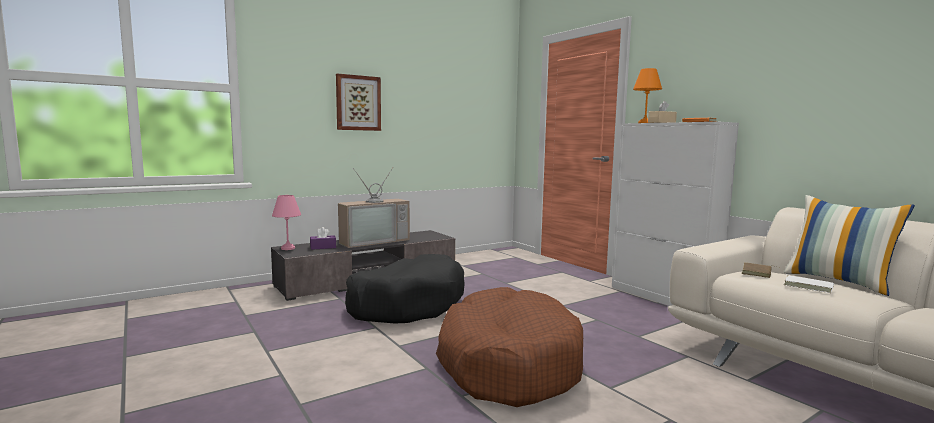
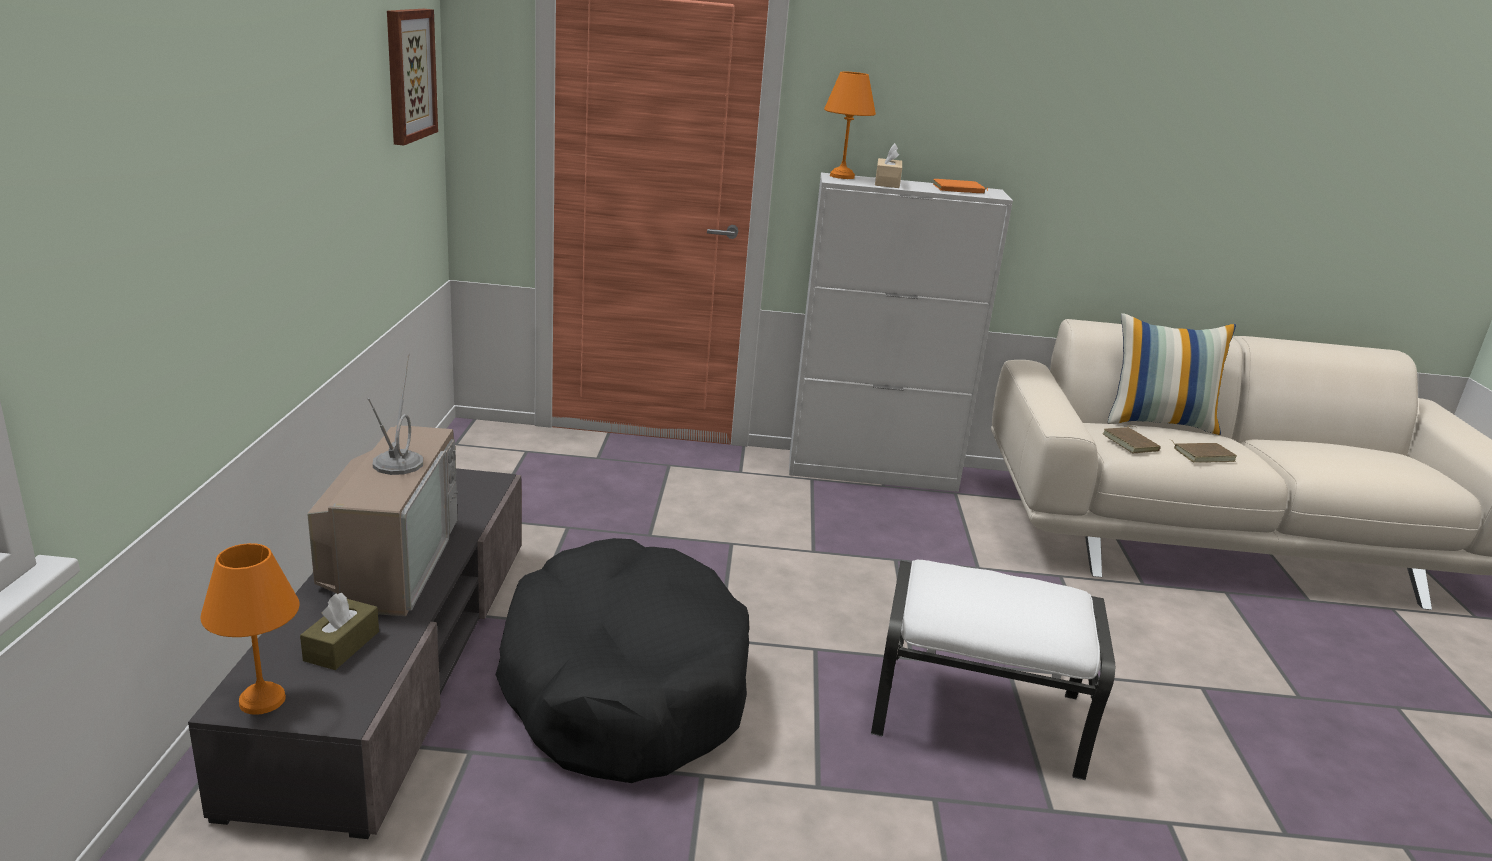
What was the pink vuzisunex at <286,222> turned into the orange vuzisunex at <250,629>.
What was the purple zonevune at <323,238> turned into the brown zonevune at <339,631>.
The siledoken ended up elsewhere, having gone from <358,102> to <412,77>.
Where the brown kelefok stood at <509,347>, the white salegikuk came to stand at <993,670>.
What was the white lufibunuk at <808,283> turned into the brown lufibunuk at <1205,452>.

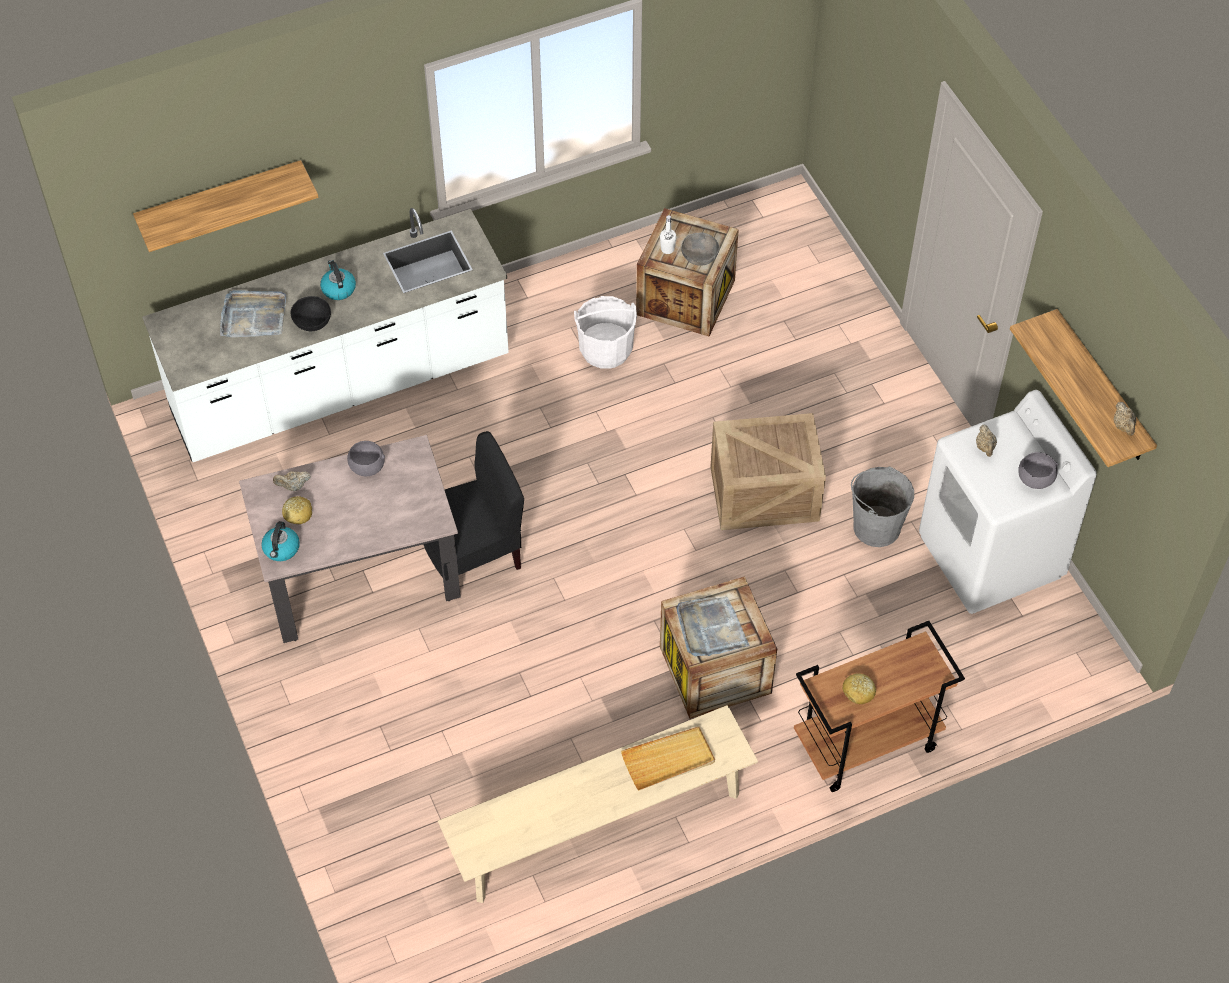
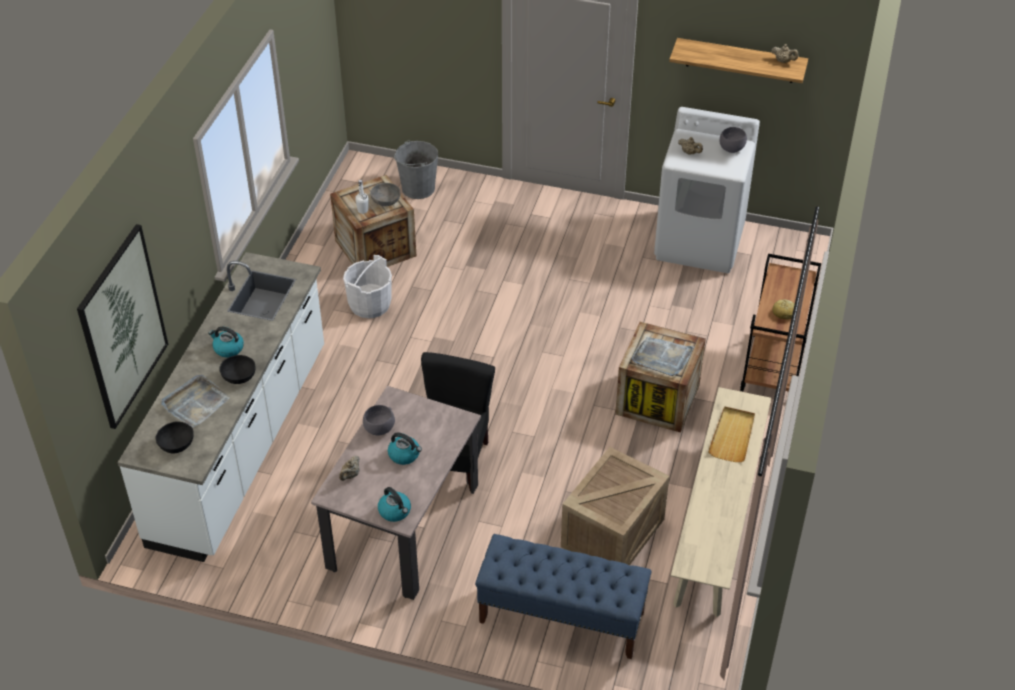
Where the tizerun hung at <226,206>, the siledoken came to hang at <122,326>.
The second view lost the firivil at <297,510>.
The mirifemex ended up elsewhere, having gone from <768,471> to <615,506>.
The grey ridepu ended up elsewhere, having gone from <882,507> to <416,169>.
The second view gained the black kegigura at <174,437>.
The second view gained the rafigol at <405,448>.
The second view gained the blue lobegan at <563,596>.

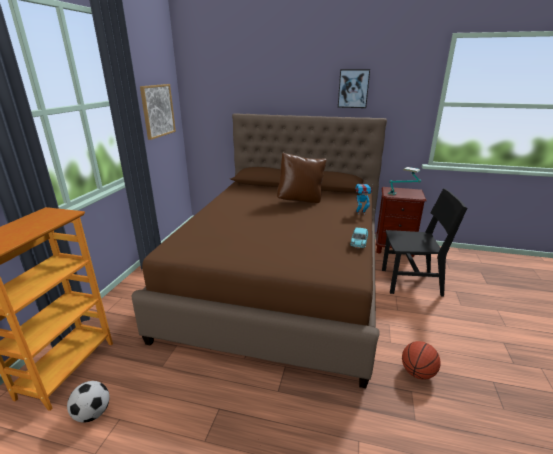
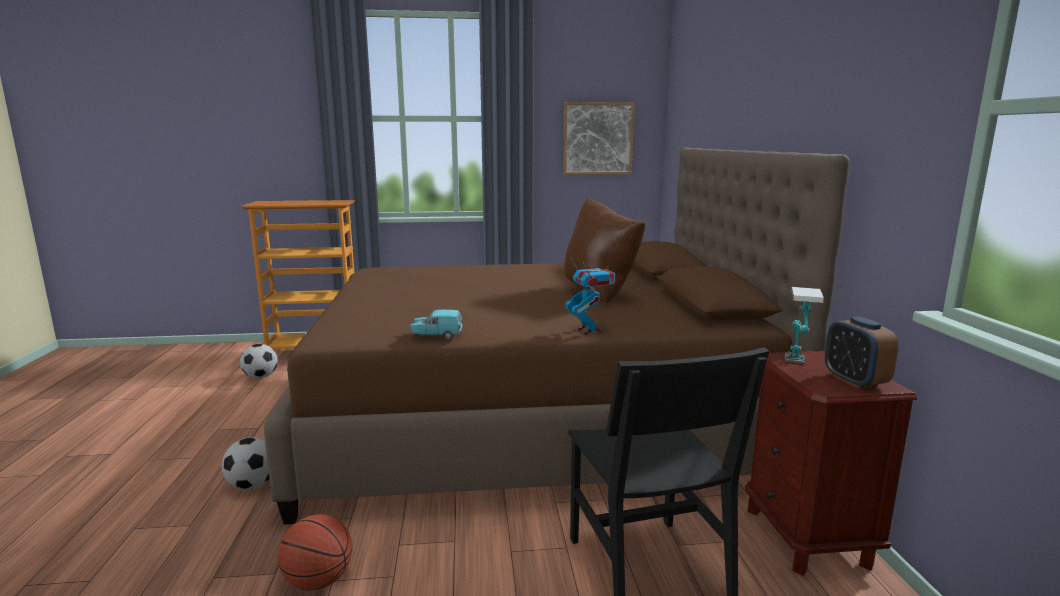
The second view lost the siledoken at <354,88>.
The second view gained the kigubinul at <246,463>.
The second view gained the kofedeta at <861,352>.

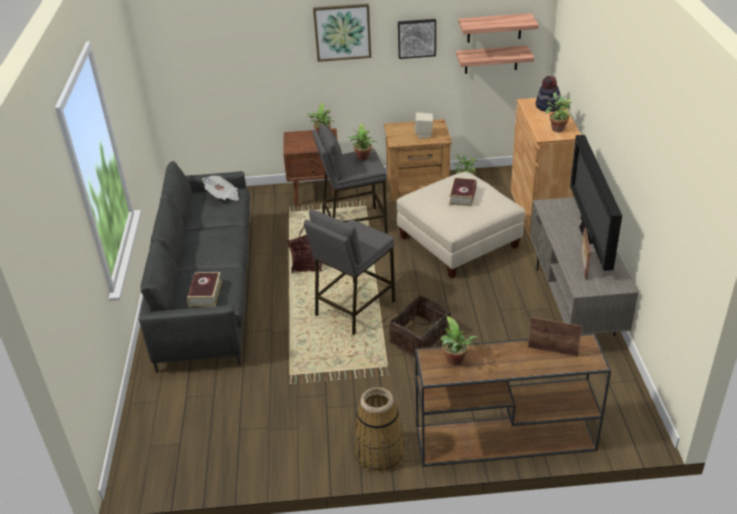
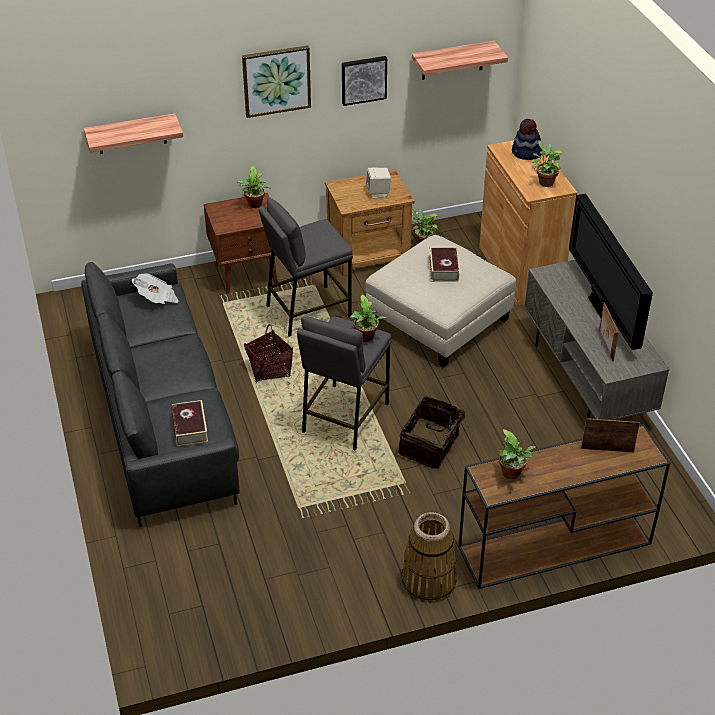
The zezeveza ended up elsewhere, having gone from <362,142> to <368,318>.
The tizerun ended up elsewhere, having gone from <495,59> to <133,133>.

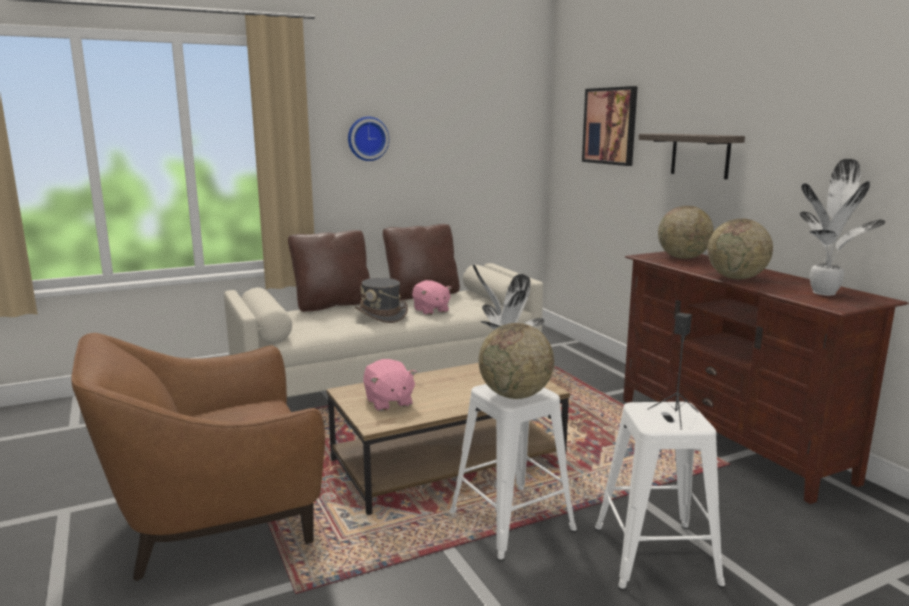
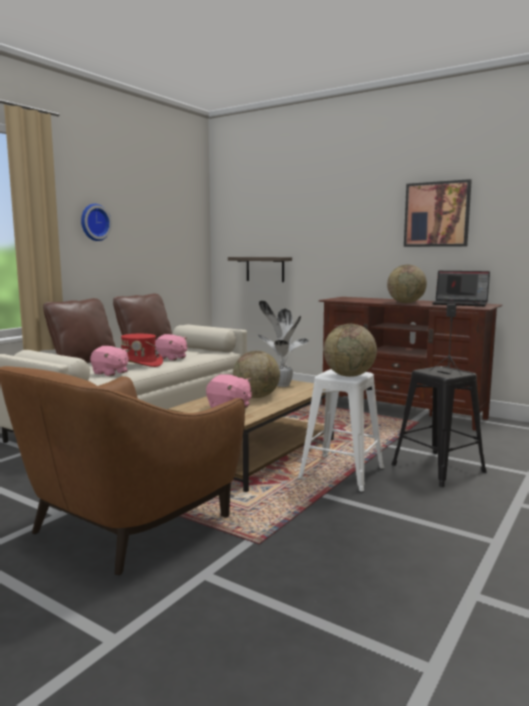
What was the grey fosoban at <381,300> turned into the red fosoban at <142,350>.
The siledoken ended up elsewhere, having gone from <610,126> to <438,213>.
What was the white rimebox at <660,496> turned into the black rimebox at <439,426>.
The tizerun ended up elsewhere, having gone from <692,156> to <260,269>.
The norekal ended up elsewhere, having gone from <686,232> to <256,374>.
Where the zezeveza stood at <842,227>, the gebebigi came to stand at <461,288>.
The second view gained the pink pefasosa at <109,361>.

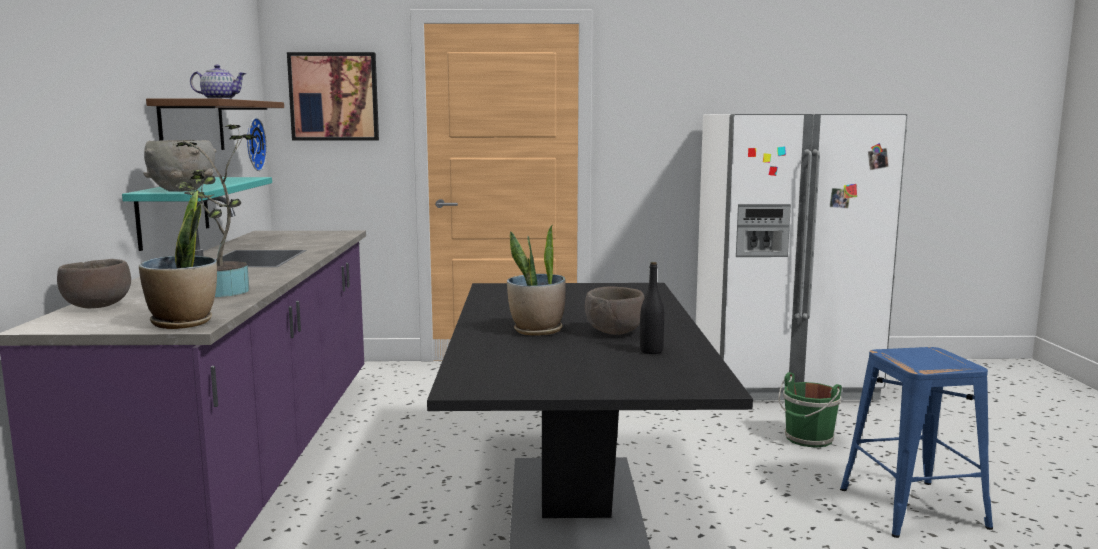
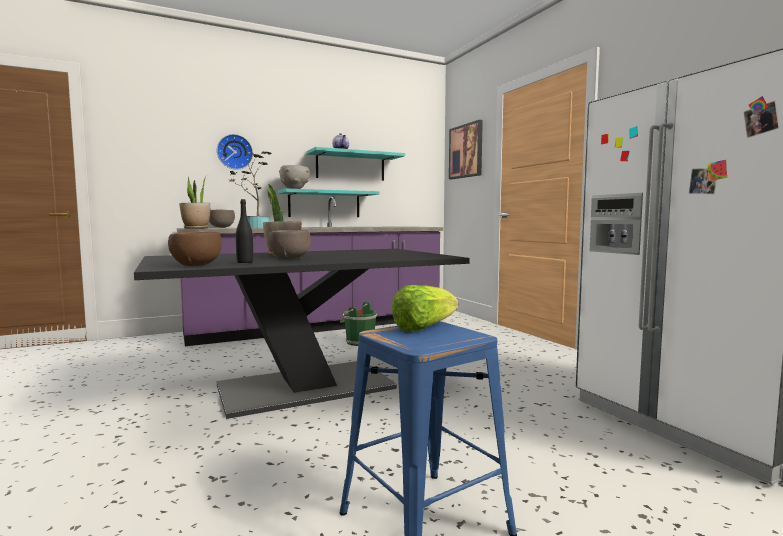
What was the brown tizerun at <215,124> turned into the turquoise tizerun at <355,164>.
The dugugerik ended up elsewhere, having gone from <257,144> to <235,152>.
The green ridepu ended up elsewhere, having gone from <810,410> to <358,324>.
The second view gained the brown kegigura at <195,249>.
The second view gained the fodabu at <425,308>.

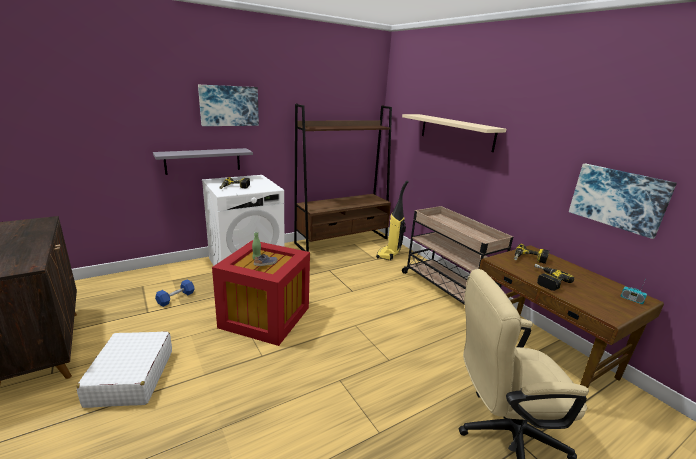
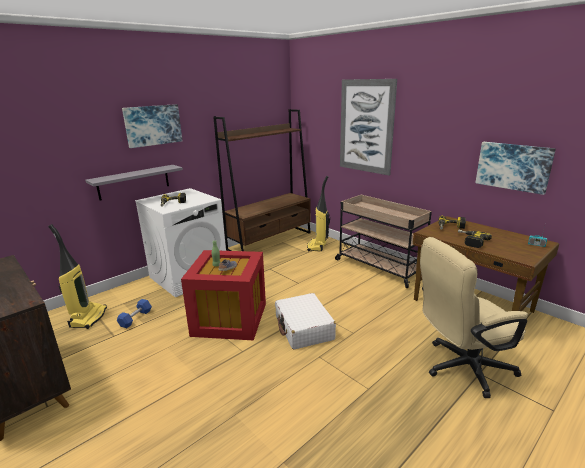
The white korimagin ended up elsewhere, having gone from <124,369> to <305,321>.
Where the beige tizerun hung at <454,133>, the siledoken came to hang at <368,127>.
The second view gained the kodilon at <77,276>.

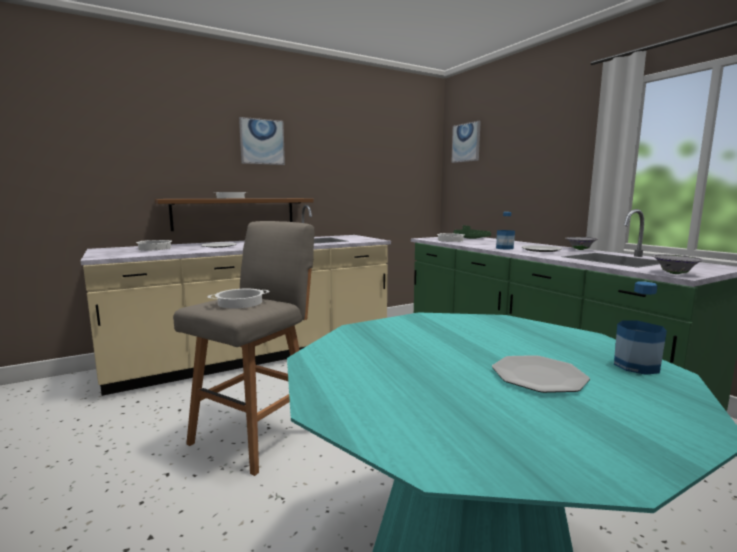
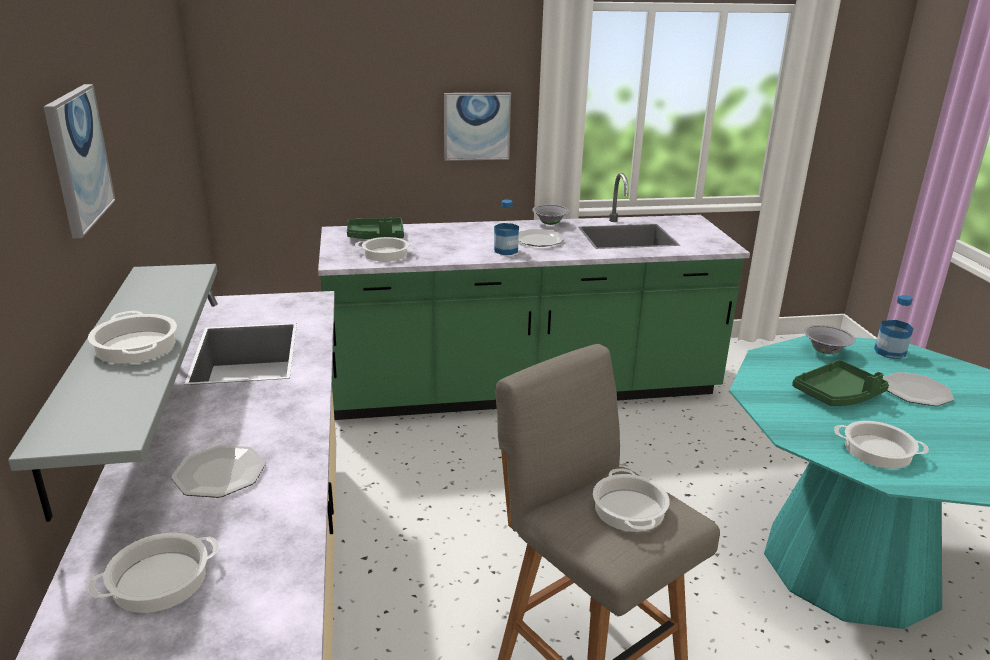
What was the brown tizerun at <234,214> turned into the grey tizerun at <112,393>.
The siledoken ended up elsewhere, having gone from <466,142> to <477,127>.
The grey kegigura ended up elsewhere, having gone from <678,264> to <830,339>.
The second view gained the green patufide at <840,383>.
The second view gained the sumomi at <881,445>.

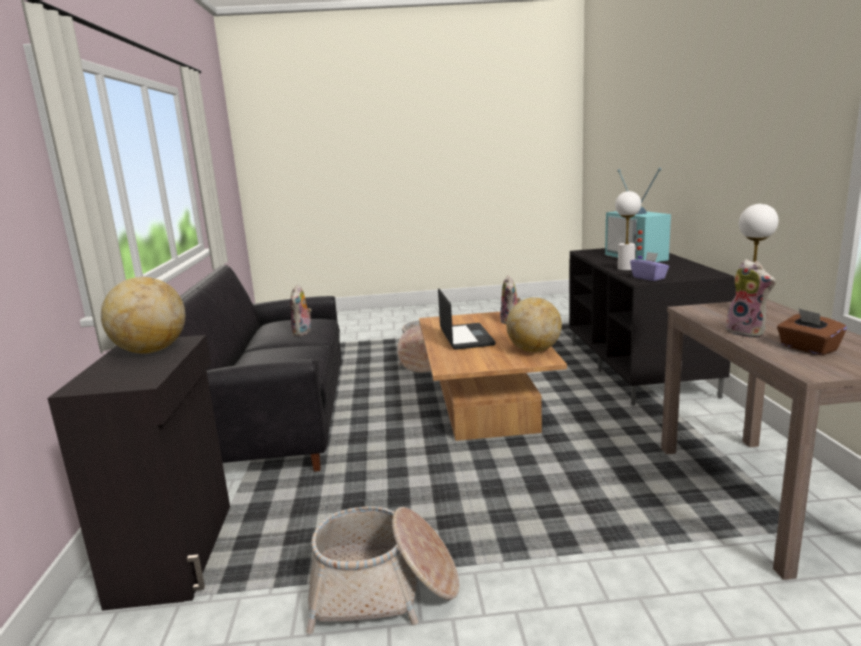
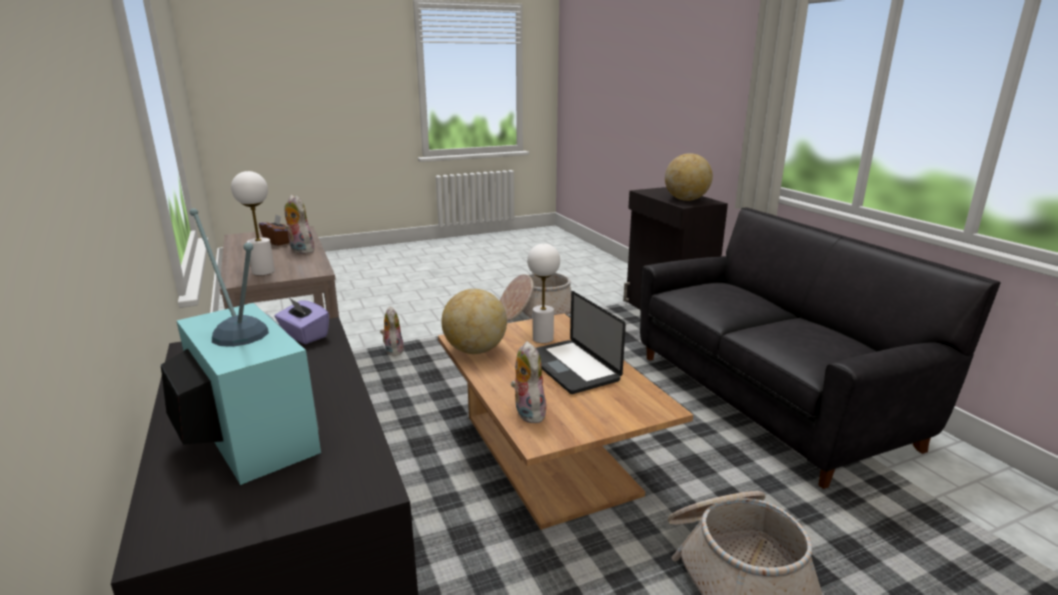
The pefasosa ended up elsewhere, having gone from <301,310> to <392,330>.
The white vuzisunex ended up elsewhere, having gone from <628,230> to <543,293>.

